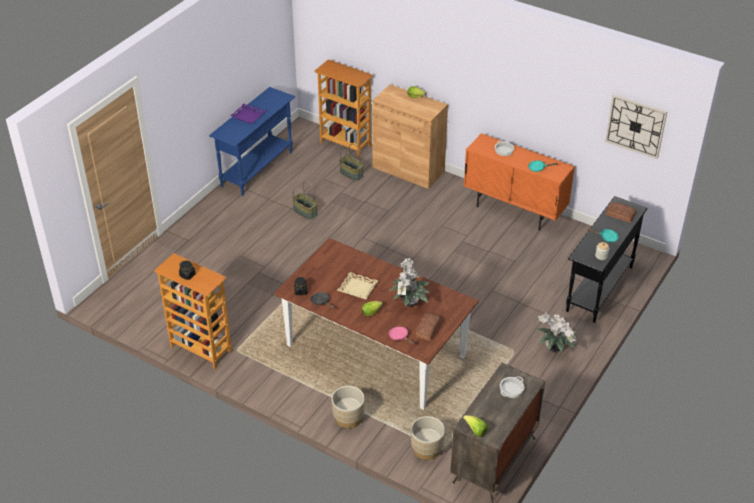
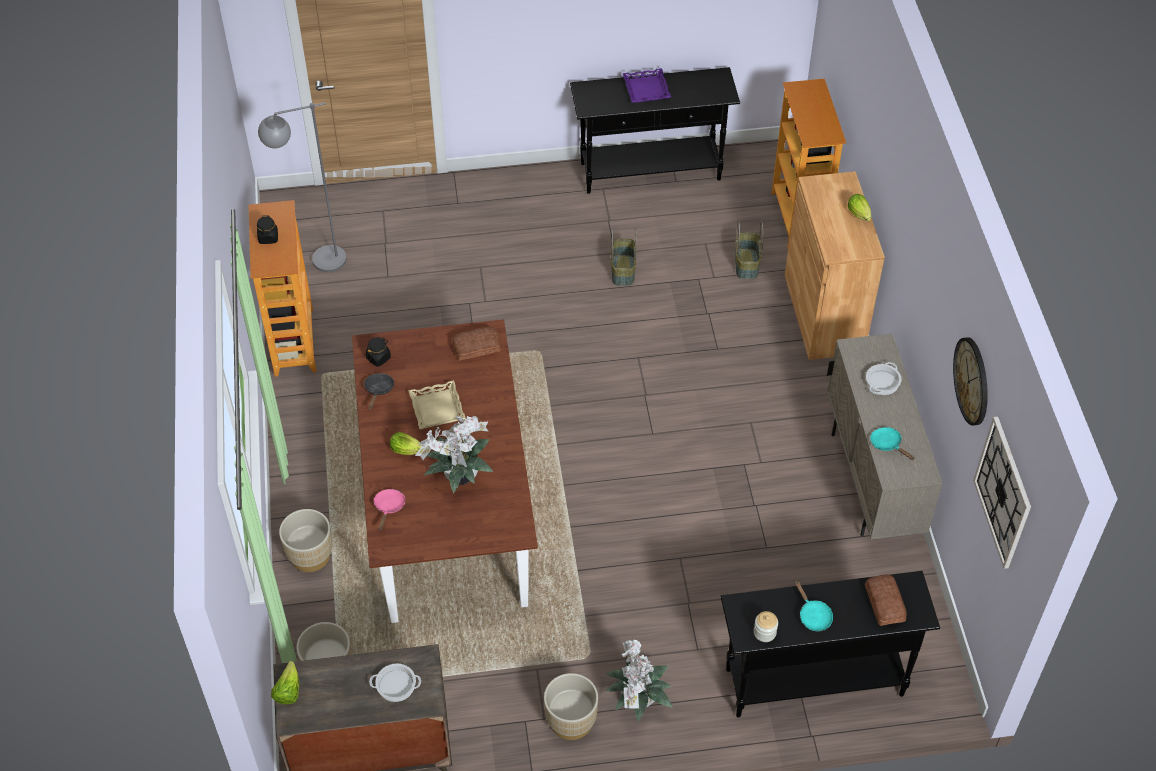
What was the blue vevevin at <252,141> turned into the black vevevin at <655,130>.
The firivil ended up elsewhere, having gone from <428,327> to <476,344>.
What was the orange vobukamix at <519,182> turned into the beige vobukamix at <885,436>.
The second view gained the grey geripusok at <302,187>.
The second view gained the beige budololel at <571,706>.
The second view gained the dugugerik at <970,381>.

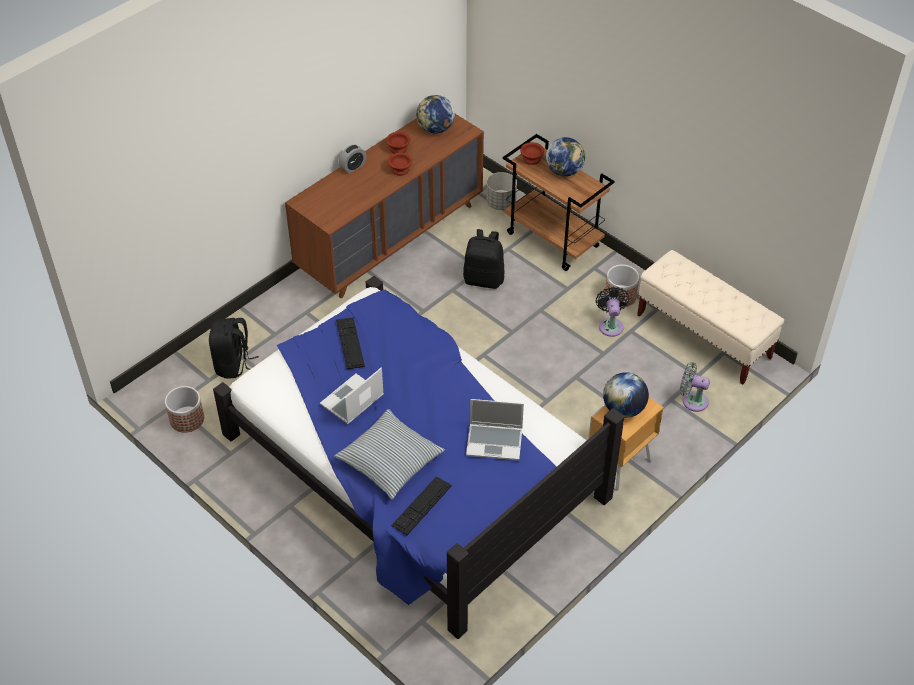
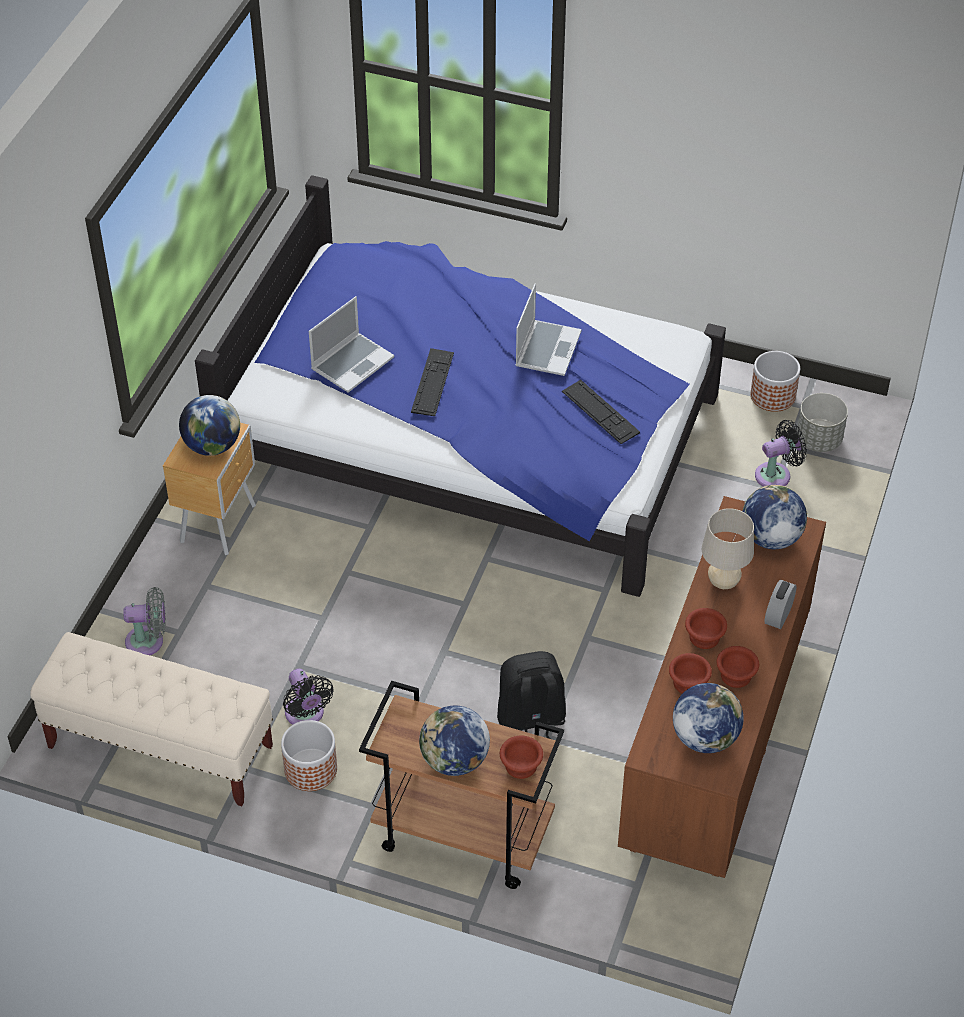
Where the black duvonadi stood at <234,348>, the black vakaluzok came to stand at <781,453>.
The second view lost the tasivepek at <389,454>.
The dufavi ended up elsewhere, having gone from <421,505> to <432,382>.
The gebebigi at <495,429> ended up facing another way, 150 degrees clockwise from before.
The grey budololel ended up elsewhere, having gone from <501,191> to <822,422>.
The second view gained the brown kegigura at <690,673>.
The second view gained the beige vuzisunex at <728,548>.
The second view gained the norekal at <775,517>.

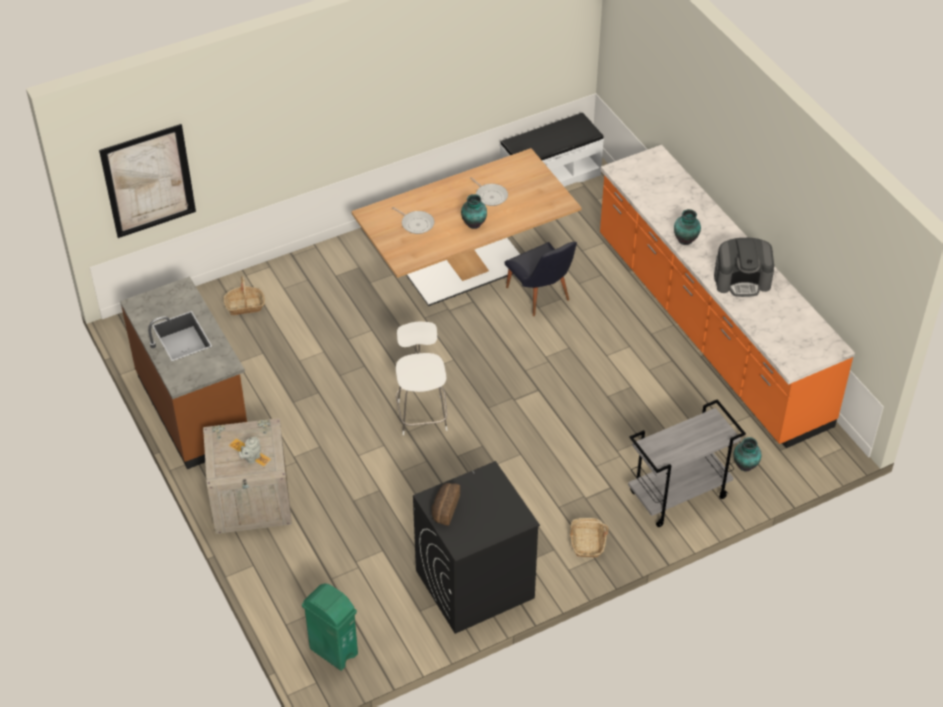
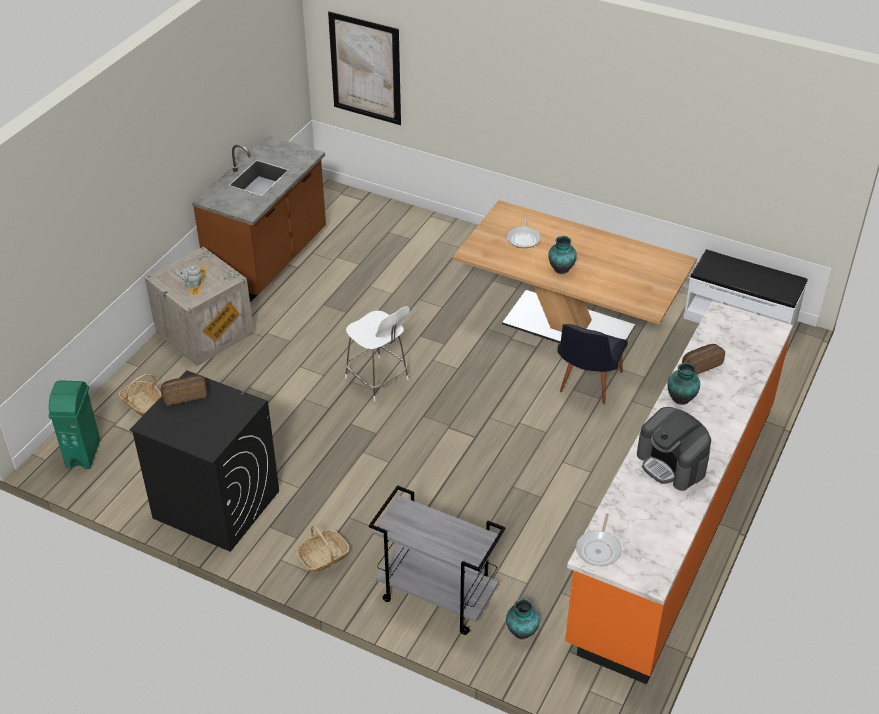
The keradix ended up elsewhere, having gone from <244,295> to <140,395>.
The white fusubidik at <421,378> ended up facing another way, 90 degrees clockwise from before.
The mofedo ended up elsewhere, having gone from <489,191> to <599,539>.
The second view gained the firivil at <703,359>.

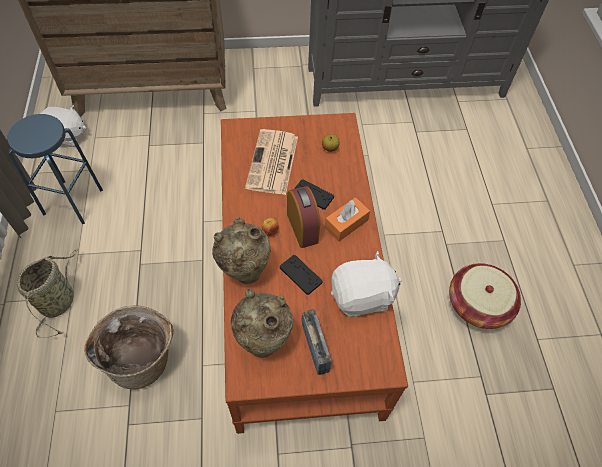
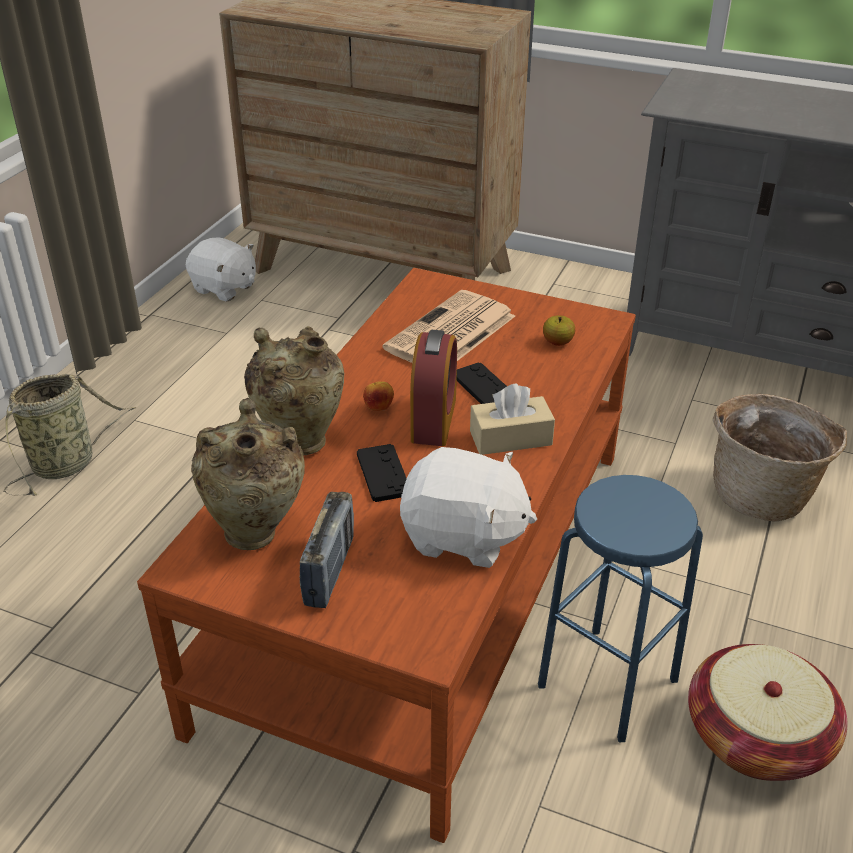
The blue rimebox ended up elsewhere, having gone from <55,169> to <620,608>.
The keradix ended up elsewhere, having gone from <129,347> to <780,457>.
What was the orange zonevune at <347,219> turned into the beige zonevune at <512,419>.

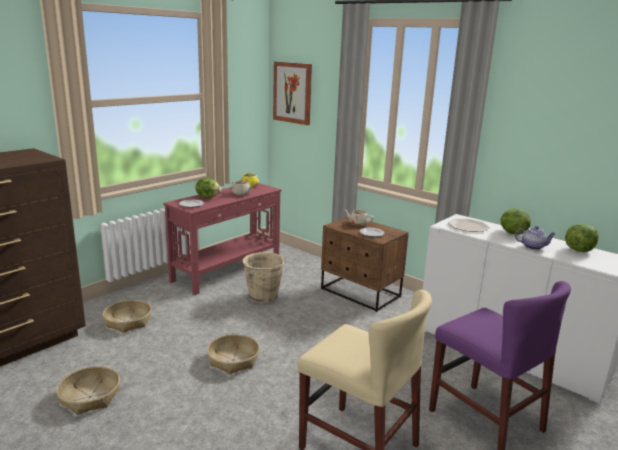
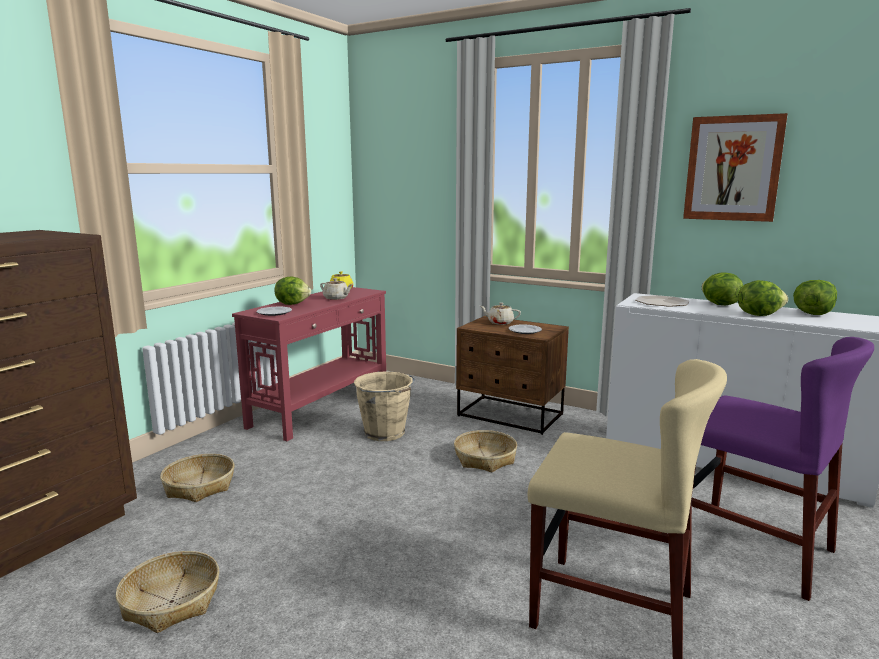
The keradix ended up elsewhere, having gone from <233,354> to <485,451>.
The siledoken ended up elsewhere, having gone from <292,93> to <735,167>.
Where the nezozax stood at <535,238>, the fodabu came to stand at <763,298>.

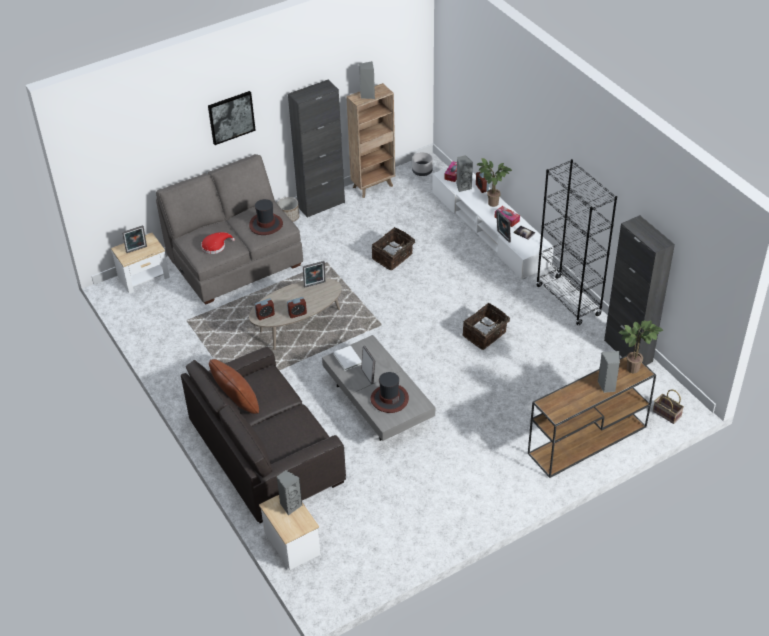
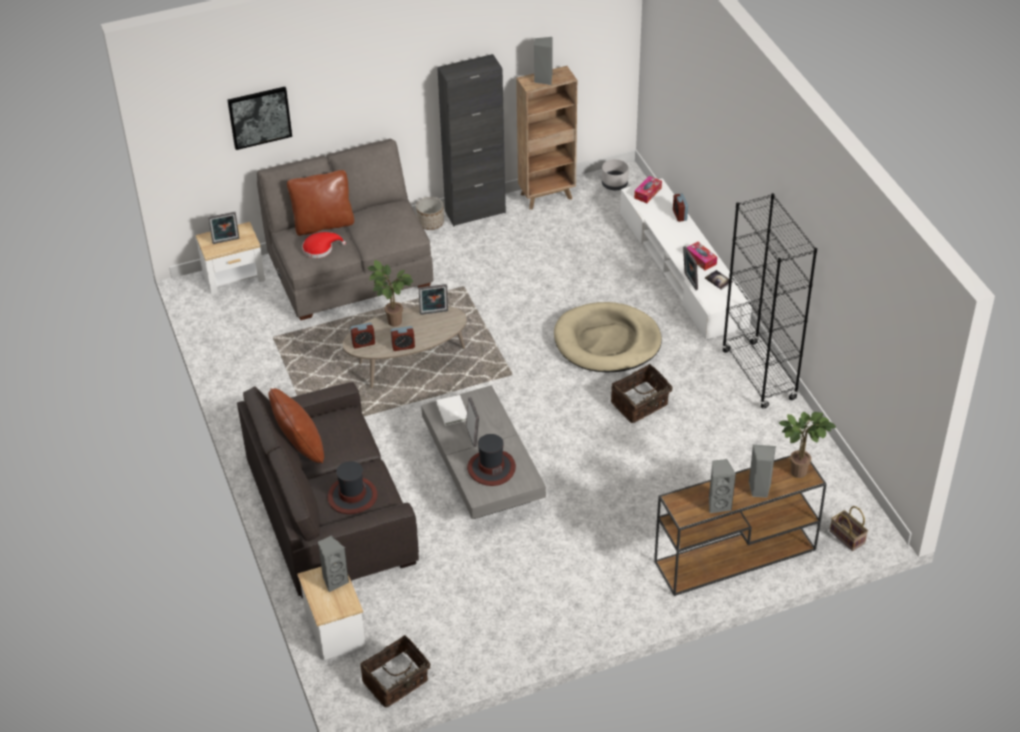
The siledoken ended up elsewhere, having gone from <232,118> to <259,118>.
The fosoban ended up elsewhere, having gone from <266,217> to <352,487>.
The keradix ended up elsewhere, having gone from <395,248> to <395,671>.
The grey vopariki ended up elsewhere, having gone from <465,173> to <722,486>.
The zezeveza ended up elsewhere, having gone from <494,182> to <390,293>.
The second view lost the black vobukamix at <639,290>.
The second view gained the brown tasivepek at <320,203>.
The second view gained the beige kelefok at <608,337>.

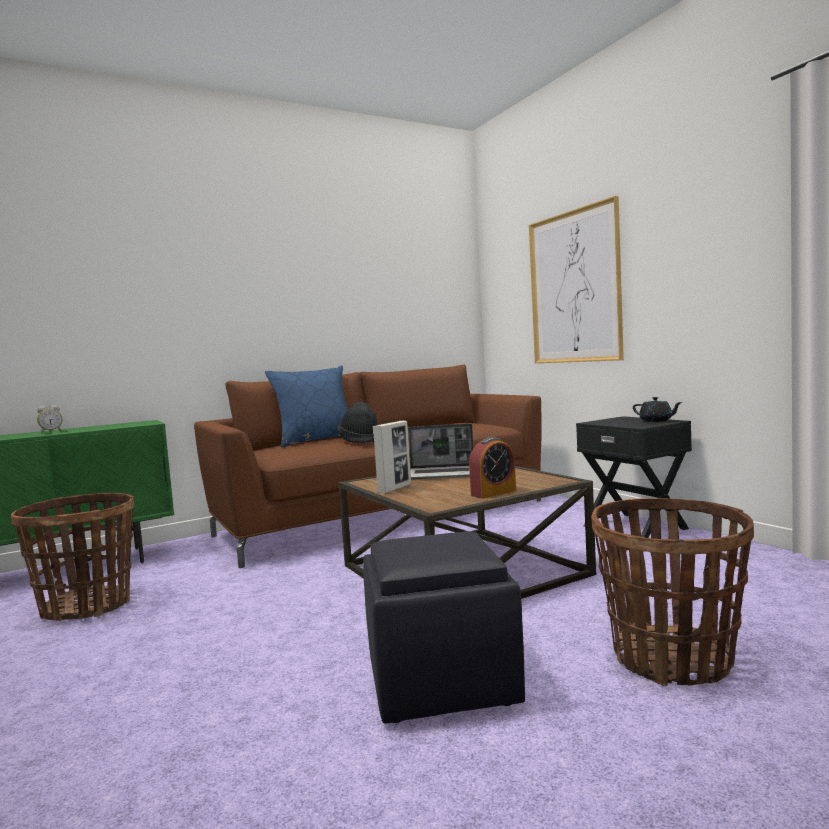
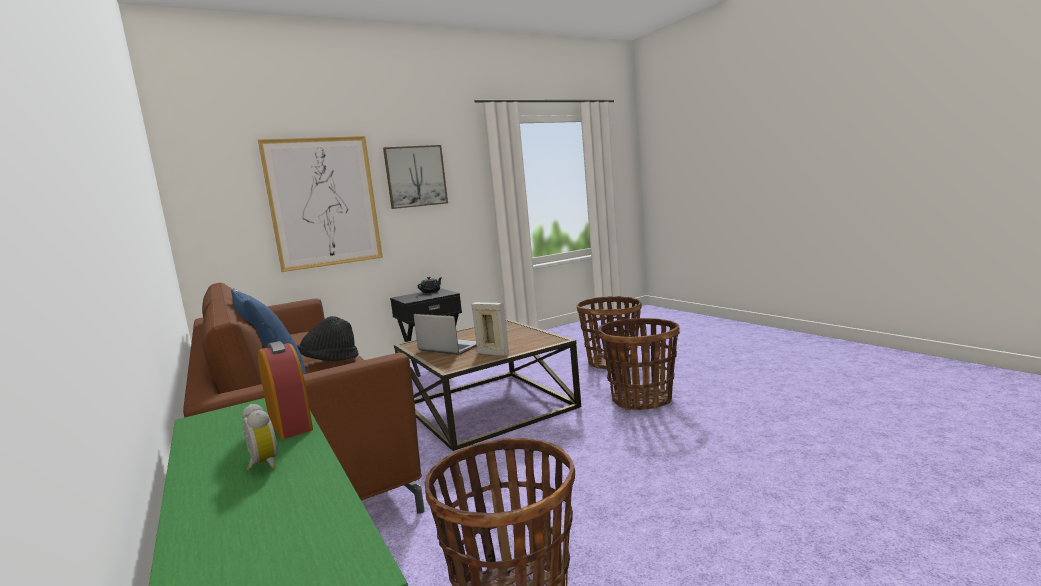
Where the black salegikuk stood at <444,627>, the keradix came to stand at <639,364>.
The gebebigi at <441,452> ended up facing another way, 60 degrees counterclockwise from before.
The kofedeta ended up elsewhere, having gone from <492,468> to <285,390>.
The second view gained the siledoken at <415,177>.

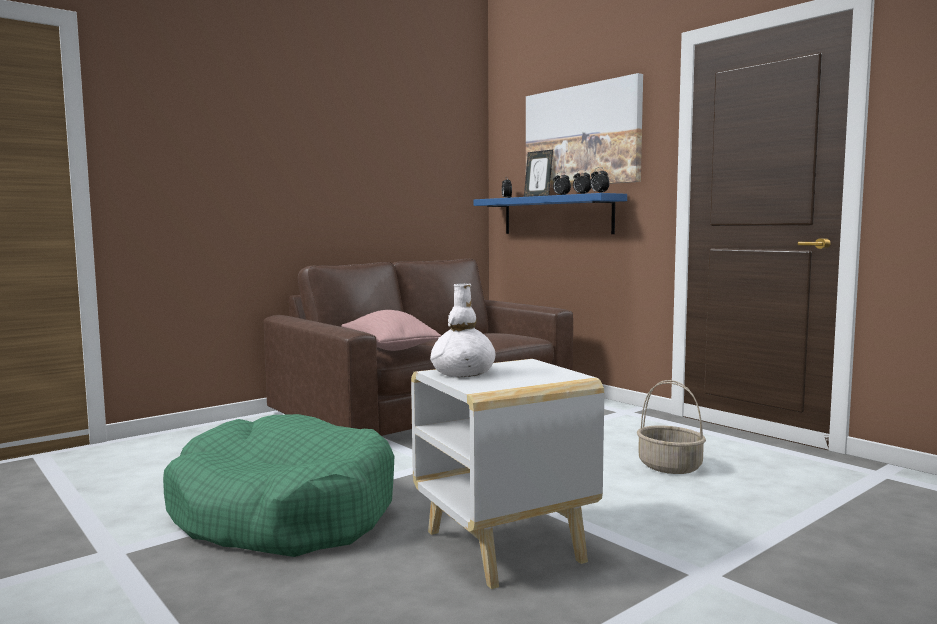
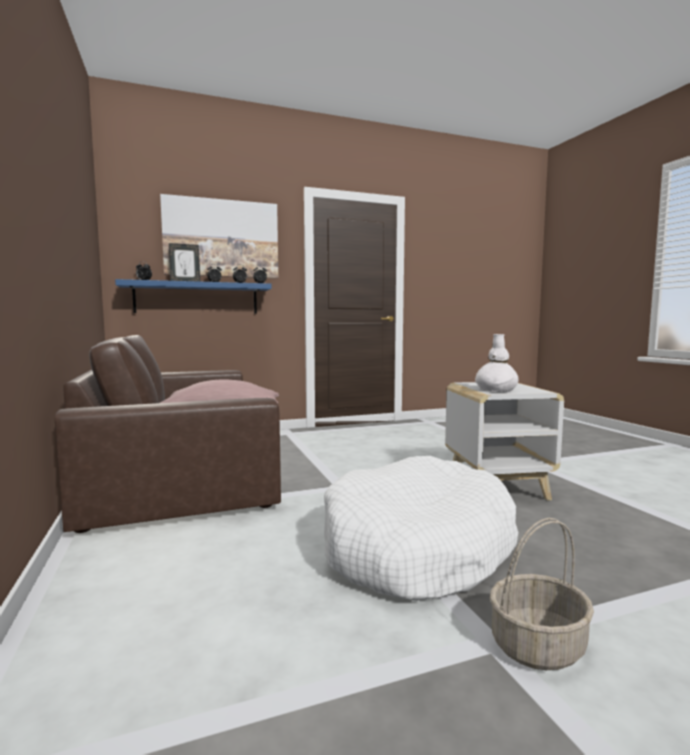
What was the green kelefok at <278,485> turned into the white kelefok at <421,528>.
The keradix ended up elsewhere, having gone from <671,427> to <542,594>.

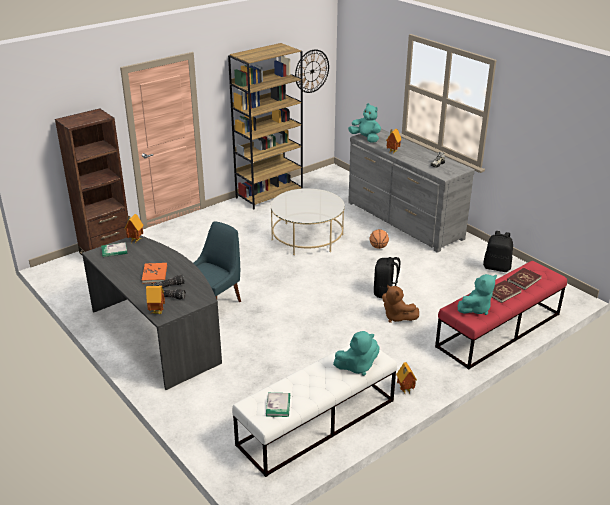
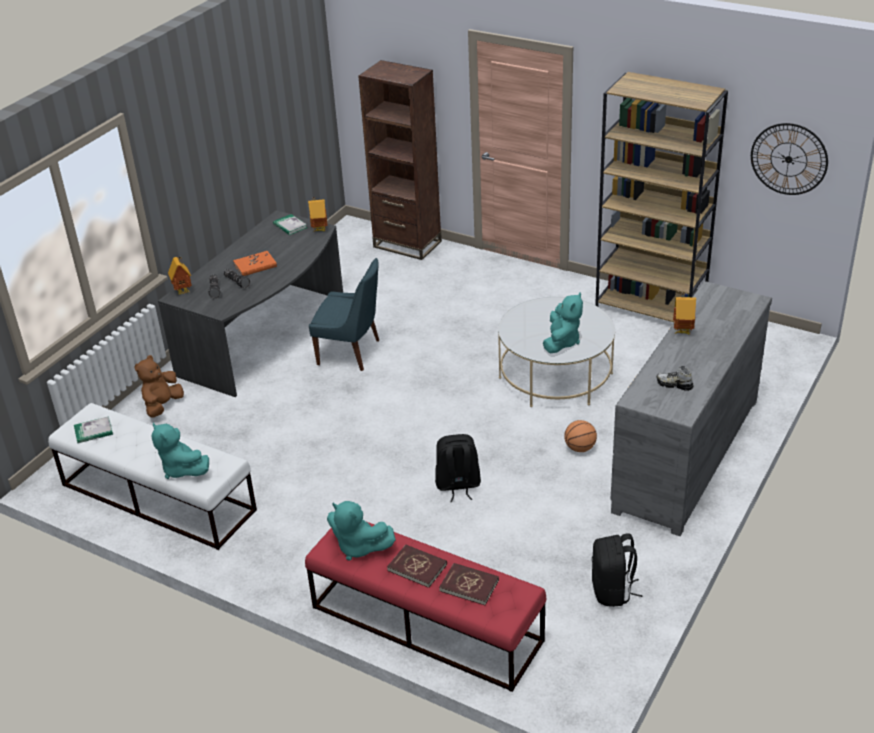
The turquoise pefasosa ended up elsewhere, having gone from <364,122> to <563,322>.
The brown pefasosa ended up elsewhere, having gone from <400,304> to <159,386>.
The second view lost the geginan at <406,378>.

